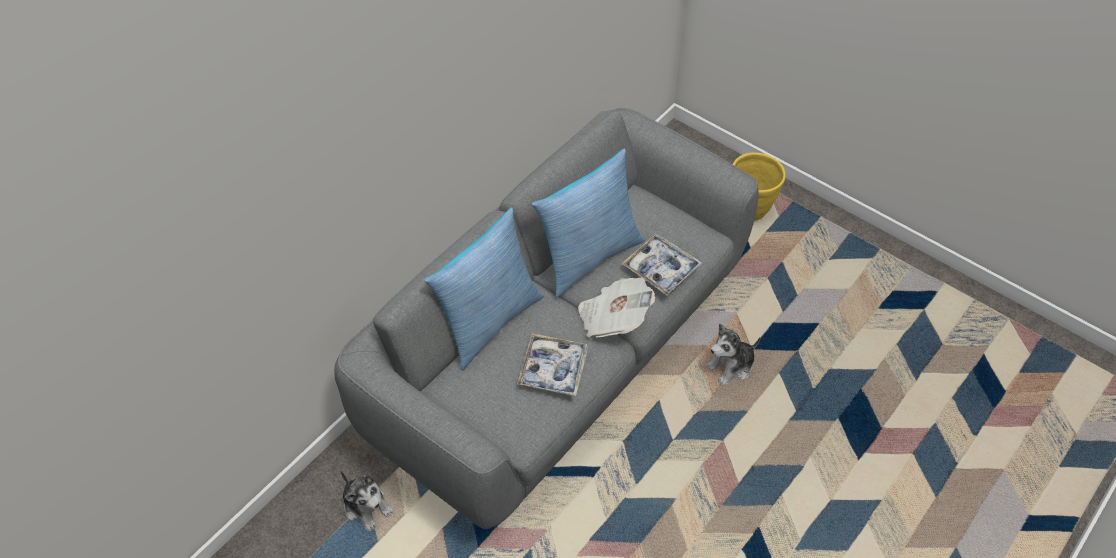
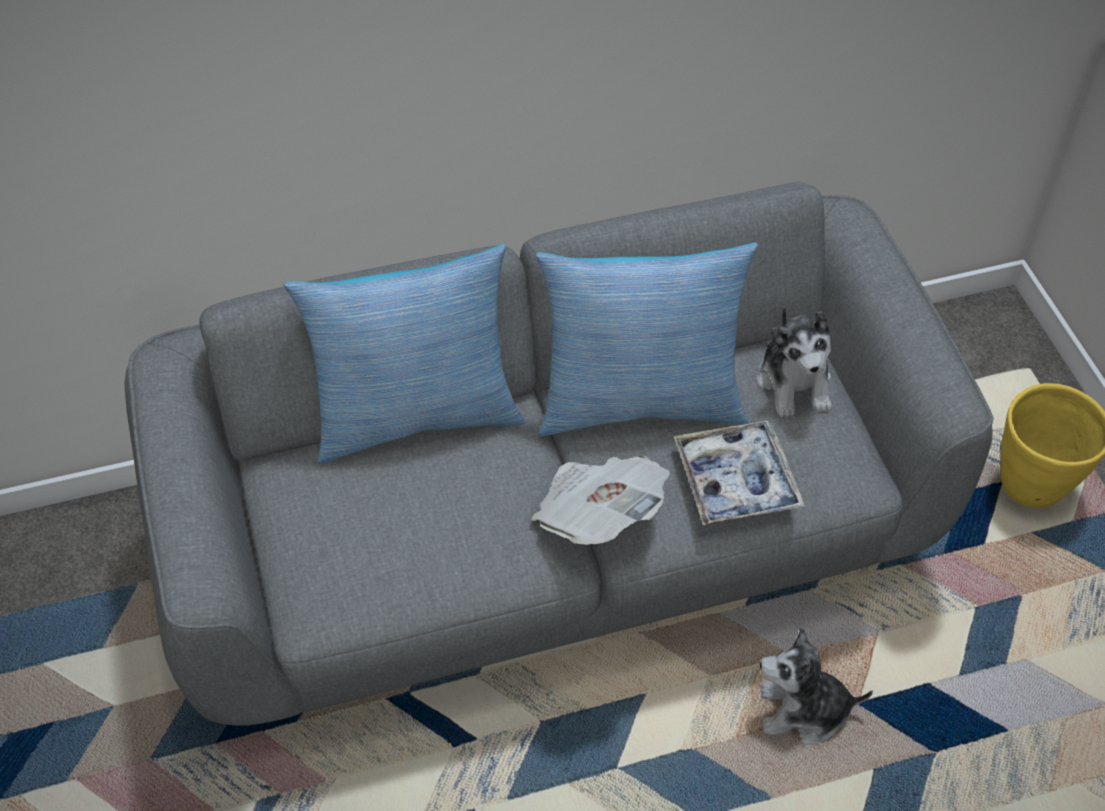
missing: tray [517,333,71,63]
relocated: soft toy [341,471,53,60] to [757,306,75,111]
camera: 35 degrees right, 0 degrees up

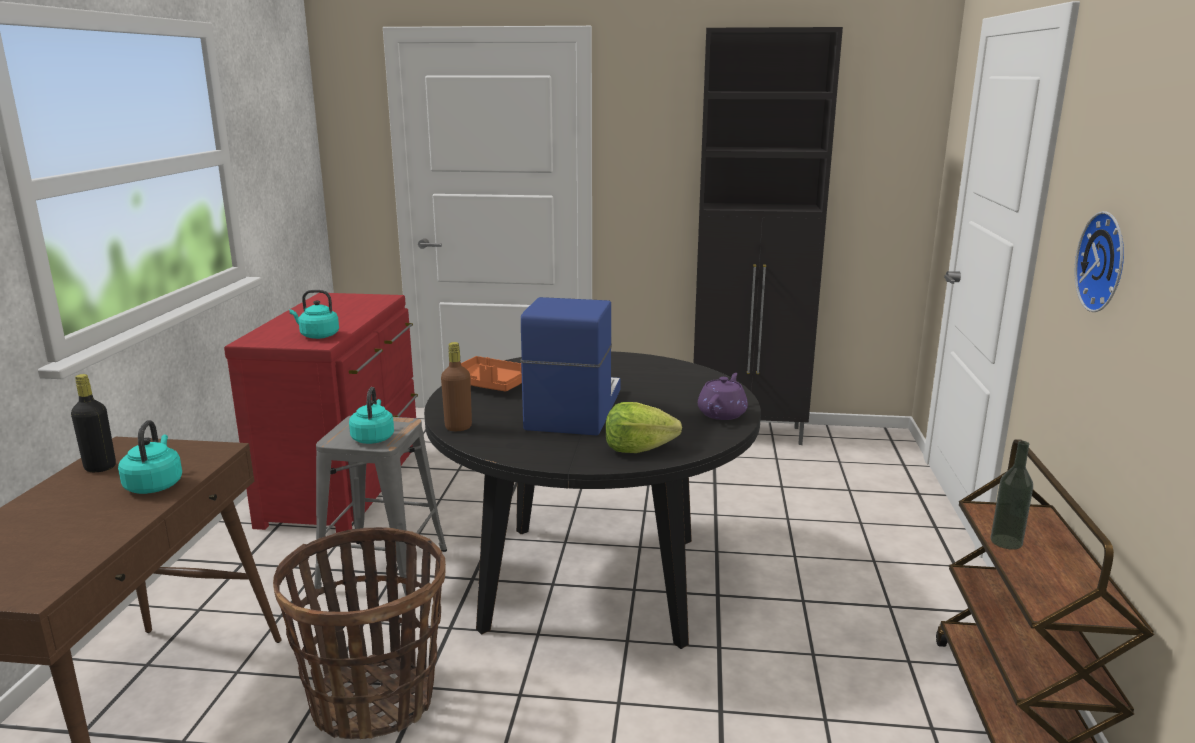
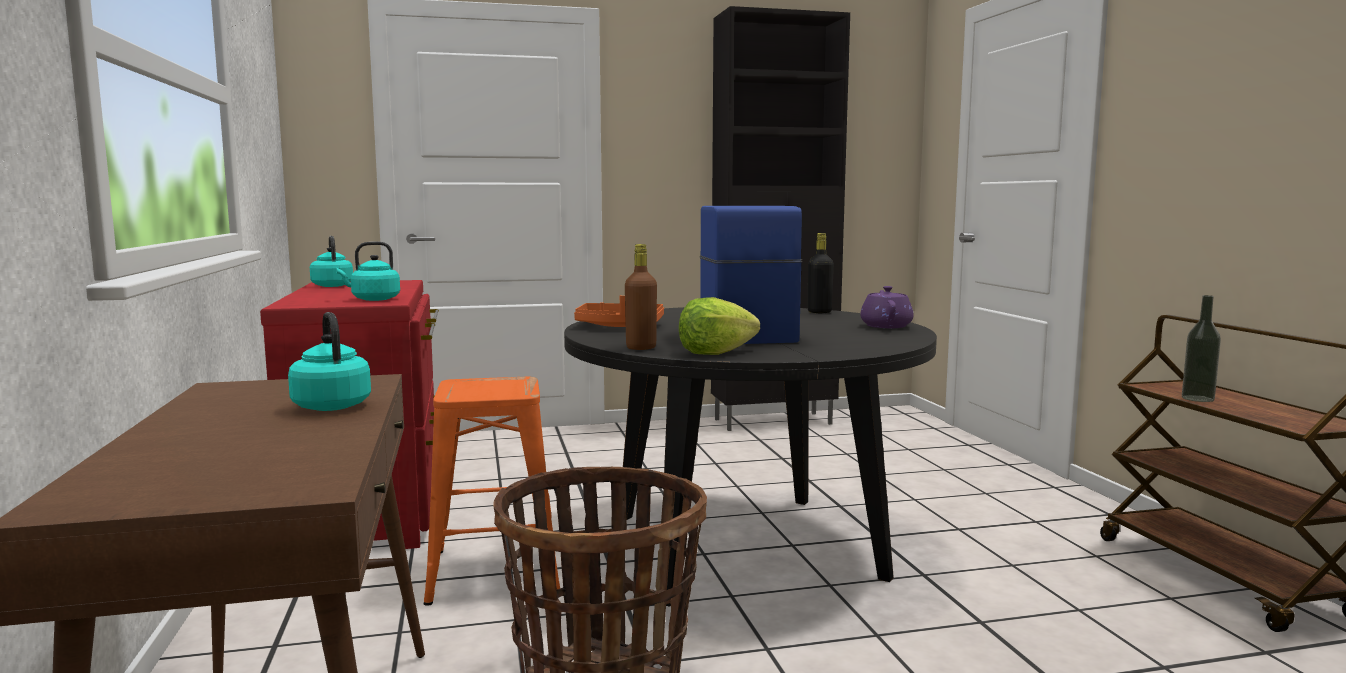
missing: clock on the wall [1075,211,49,101]
relocated: black bottle [71,374,45,98] to [808,233,26,80]; turquoise-coloured kettle [349,387,45,57] to [310,236,43,51]; head of lettuce [606,402,76,51] to [679,297,81,58]
colour: greyish stool [314,415,133,181] to orangey stool [424,377,136,229]
camera: 20 degrees left, 10 degrees down

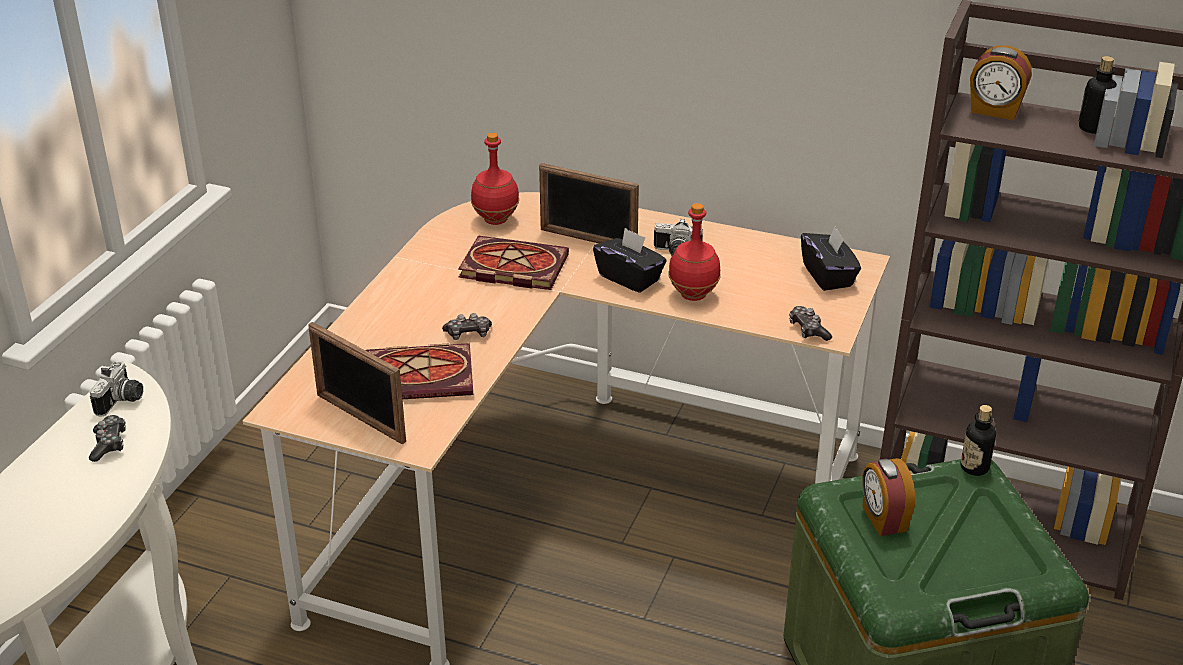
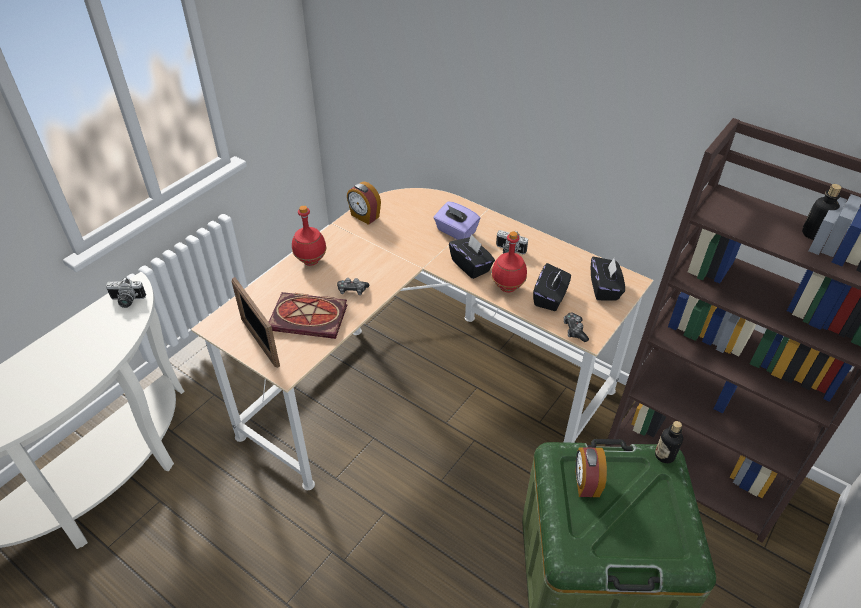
missing: volume [458,236,111,54]; joypad [89,415,37,47]
appeared: black tissue holder [533,263,38,48]
relocated: alarm clock [970,45,62,75] to [347,182,34,43]; red-coloured bottle [471,133,48,92] to [292,205,34,61]
exchanged: standing frame [539,163,100,80] to purplish tissue holder [434,201,46,39]
spun: still camera [90,361,53,56] = [106,277,40,31] 60 degrees clockwise
camera: 15 degrees right, 10 degrees up

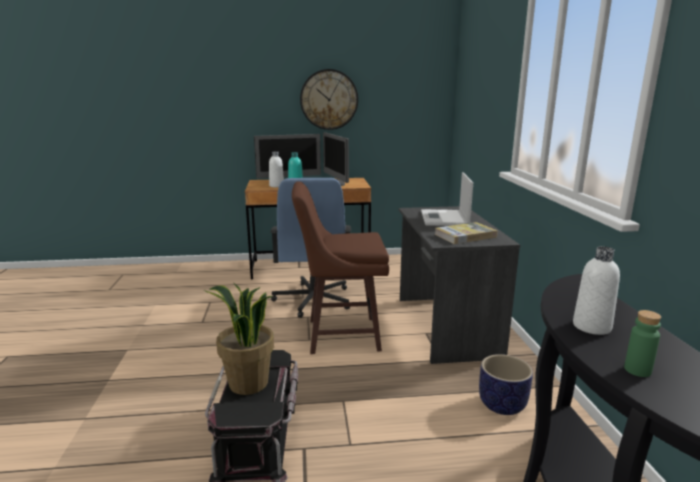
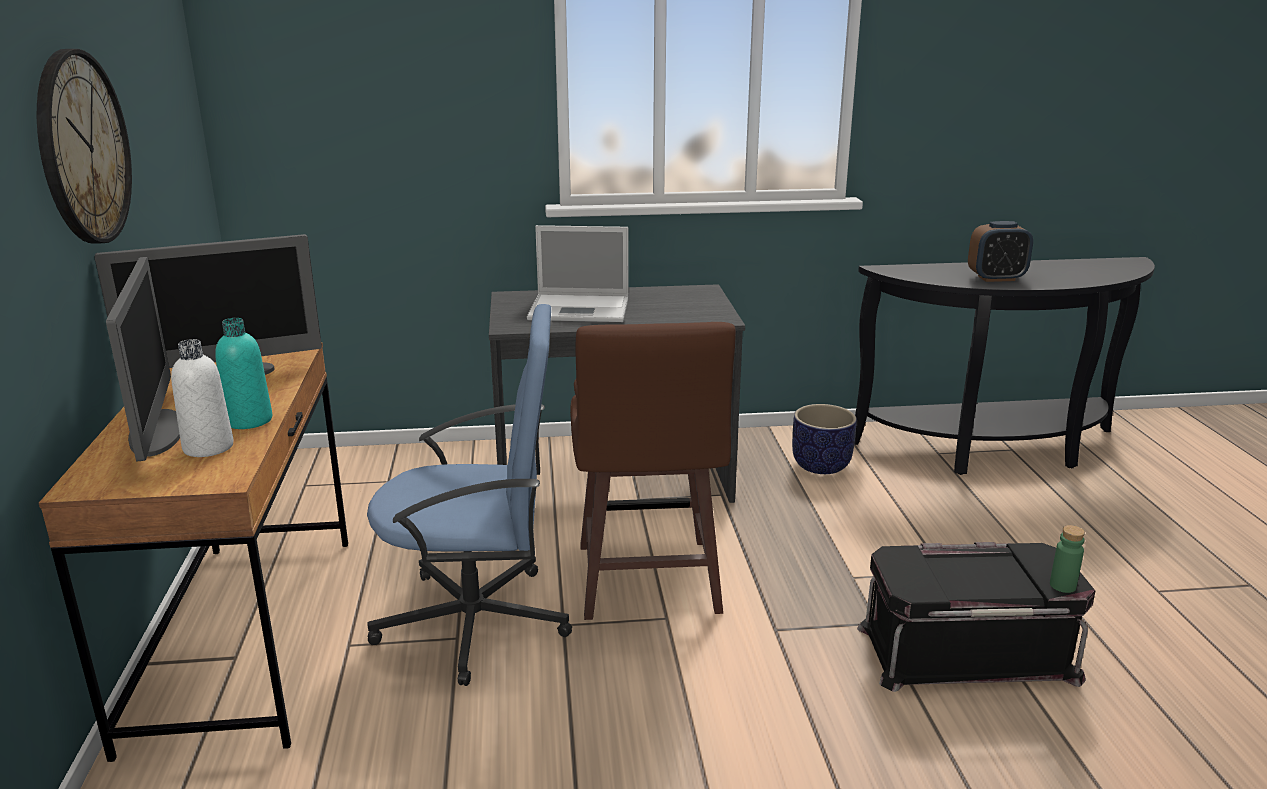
missing: volume [434,222,64,22]; potted plant [203,283,71,112]
relocated: greenish bottle [624,310,37,67] to [1050,525,35,68]
exchanged: white bottle [573,246,47,89] to alarm clock [968,221,65,61]
camera: 90 degrees left, 5 degrees up

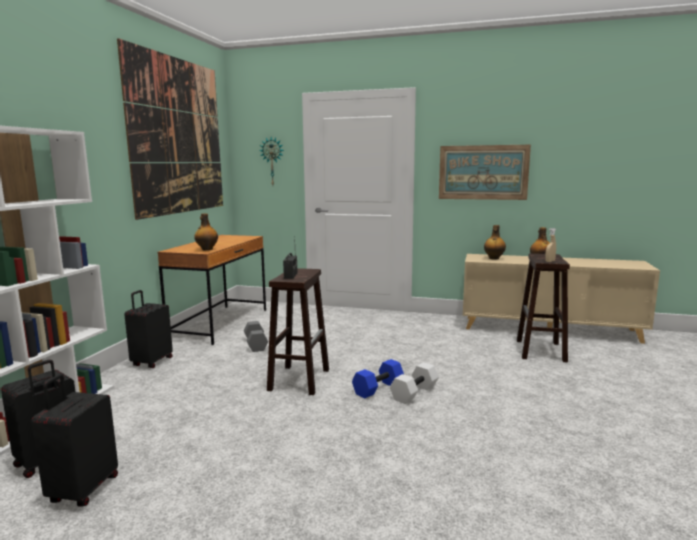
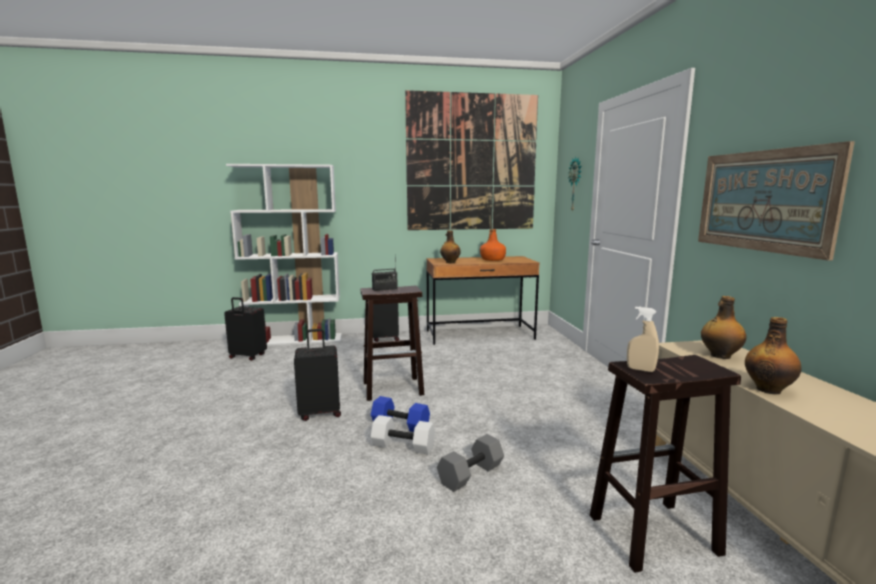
appeared: orangey bottle [480,229,26,32]
relocated: greyish free weight [244,321,24,31] to [437,434,67,58]; black piece of luggage [31,374,87,133] to [294,329,47,92]
camera: 65 degrees right, 0 degrees up

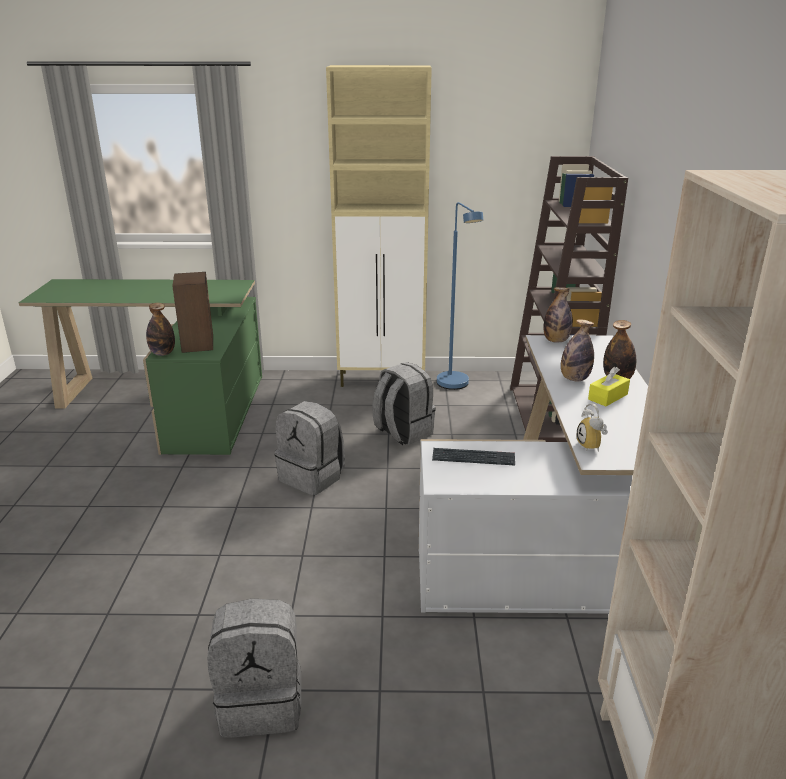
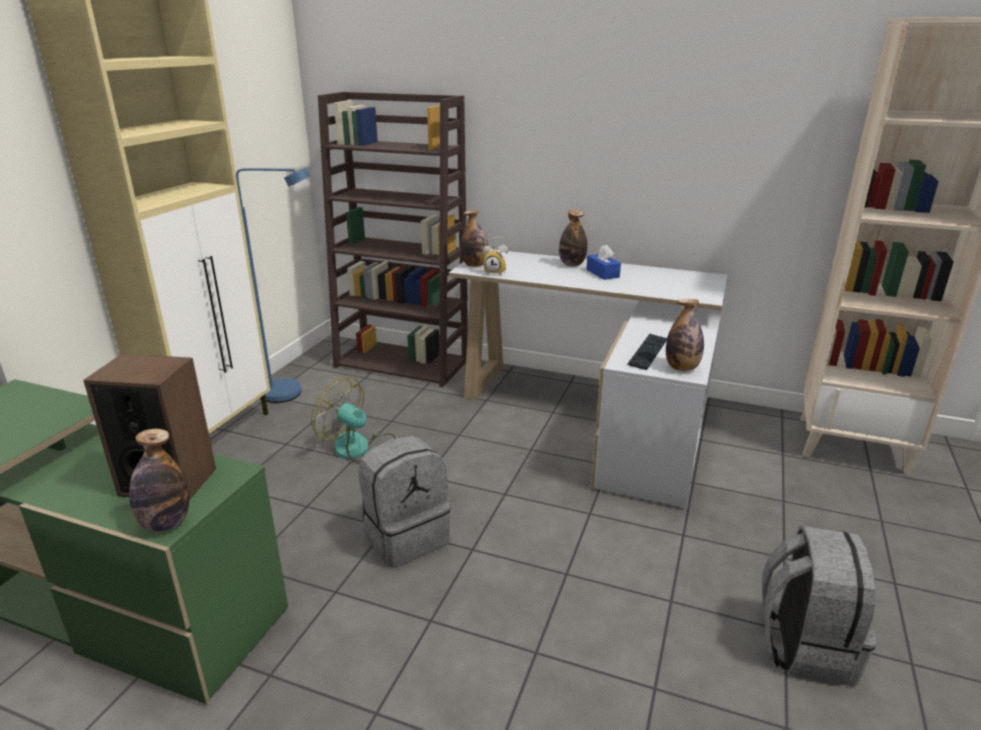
relocated: bottle [561,319,33,62] to [666,299,38,72]; alarm clock [577,404,31,48] to [483,237,25,38]
exchanged: greyish knapsack [372,362,64,83] to cooling fan [311,378,85,87]
colour: yellow tissue holder [588,367,42,39] to blue tissue holder [586,245,35,35]
camera: 70 degrees left, 0 degrees up

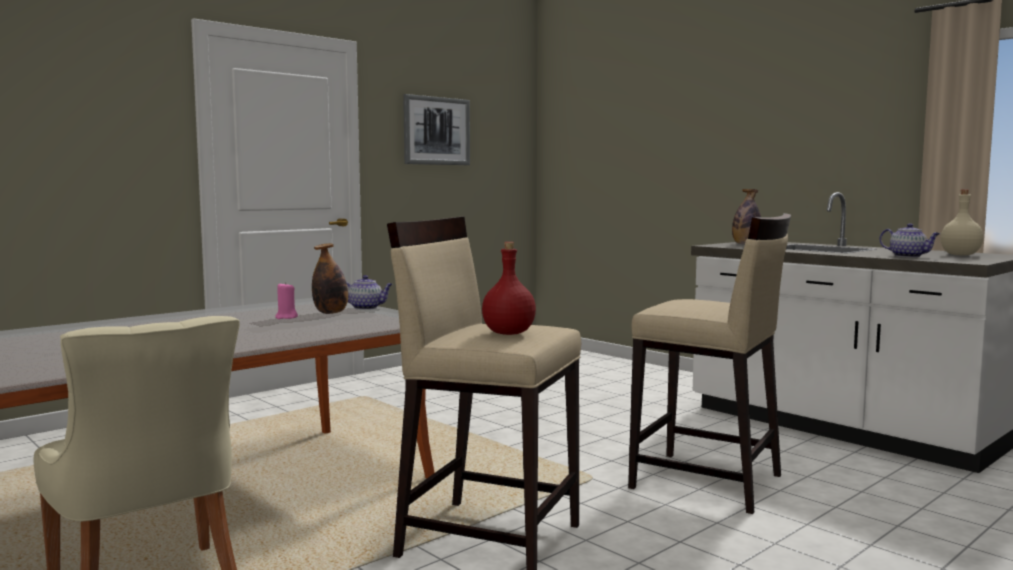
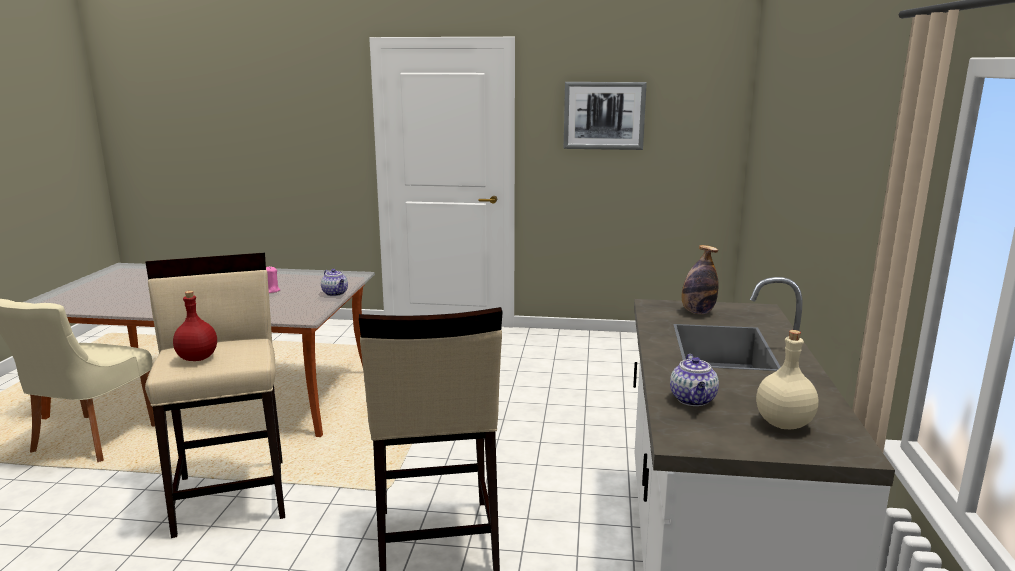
missing: bottle [312,243,36,71]
camera: 50 degrees right, 10 degrees up

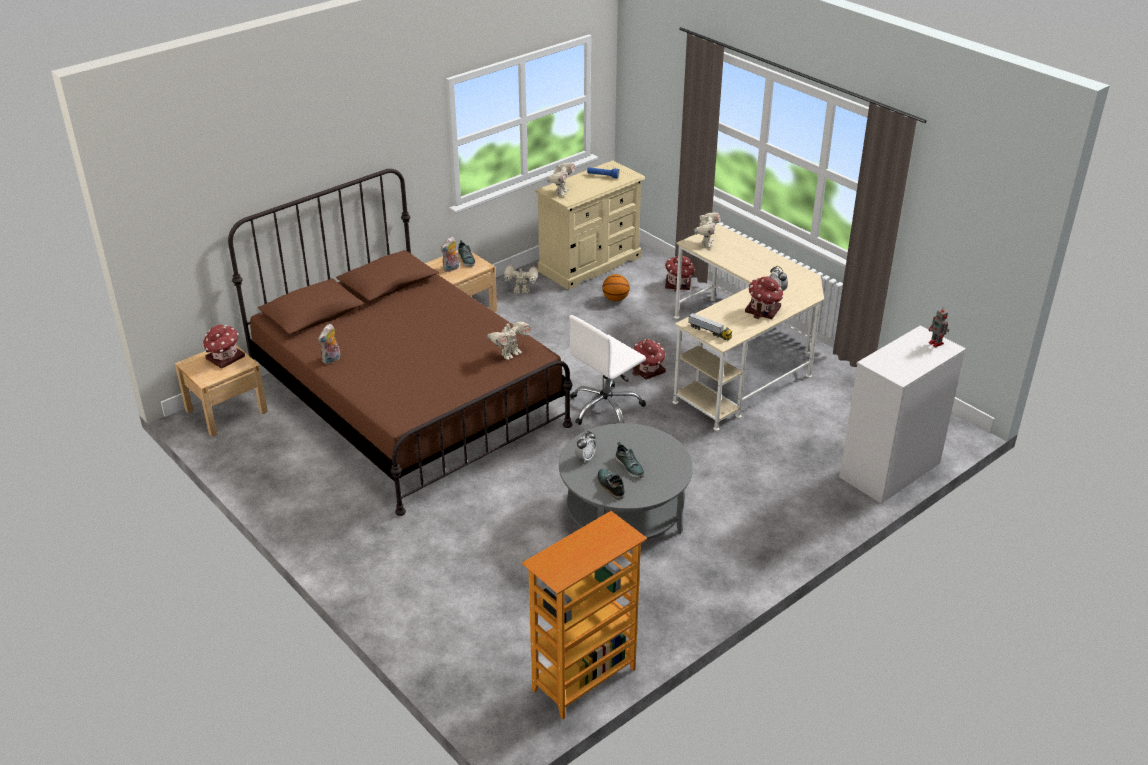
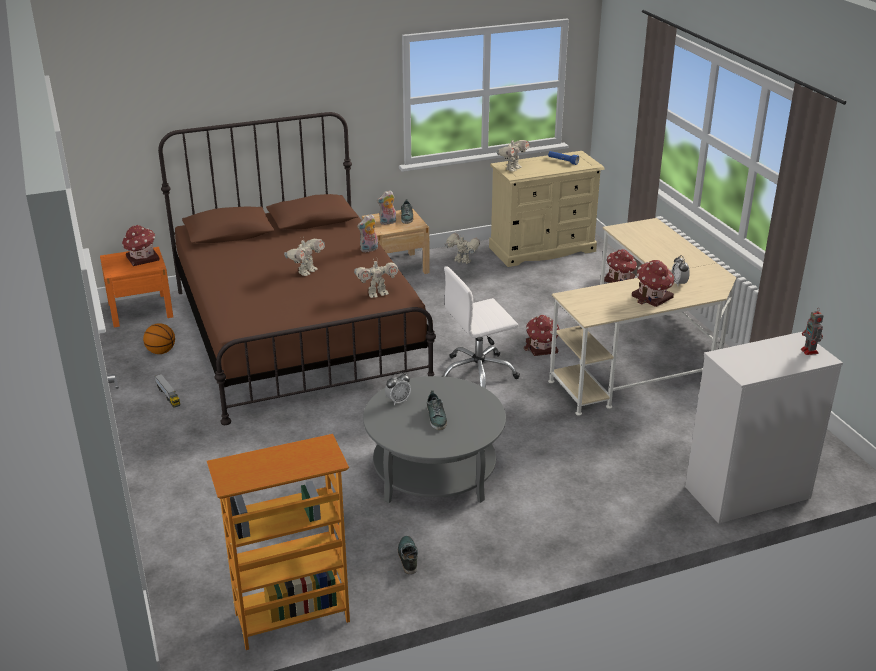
relocated: robot figure [694,212,27,36] to [284,237,41,39]; ball for basketball [602,274,28,28] to [143,323,32,31]; toy lorry [688,313,44,27] to [155,374,25,34]; soft toy [318,324,22,40] to [357,214,21,38]; shoe [597,469,28,30] to [398,536,20,38]
colour: sand-coloured nightstand [175,345,93,91] to orangey nightstand [100,247,73,80]
camera: 20 degrees right, 5 degrees down

